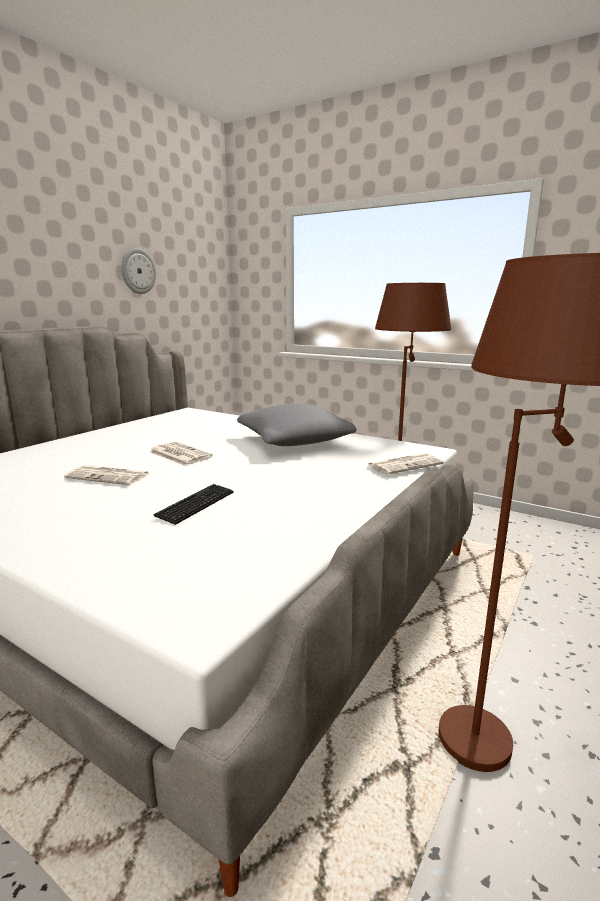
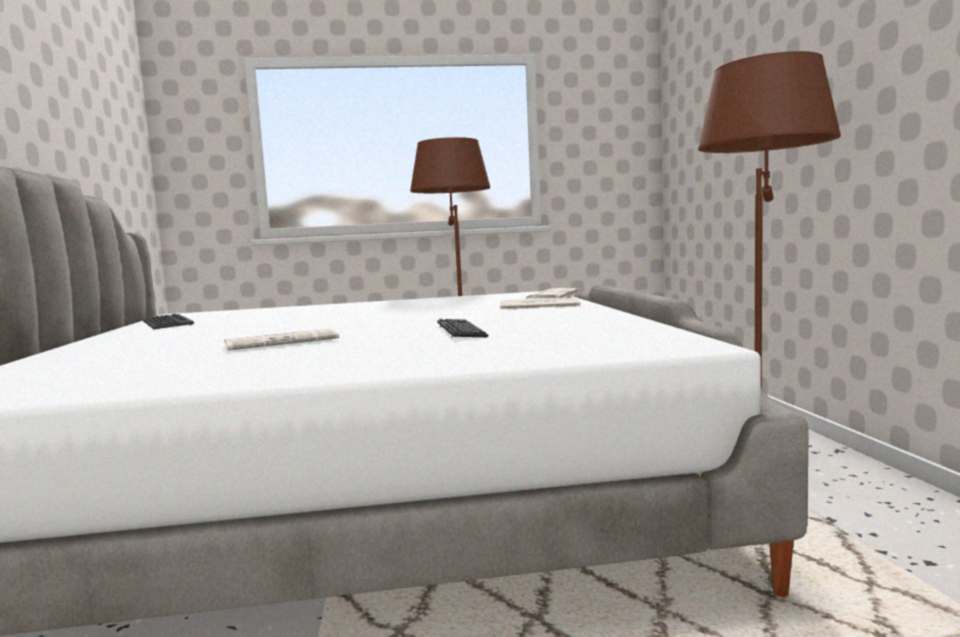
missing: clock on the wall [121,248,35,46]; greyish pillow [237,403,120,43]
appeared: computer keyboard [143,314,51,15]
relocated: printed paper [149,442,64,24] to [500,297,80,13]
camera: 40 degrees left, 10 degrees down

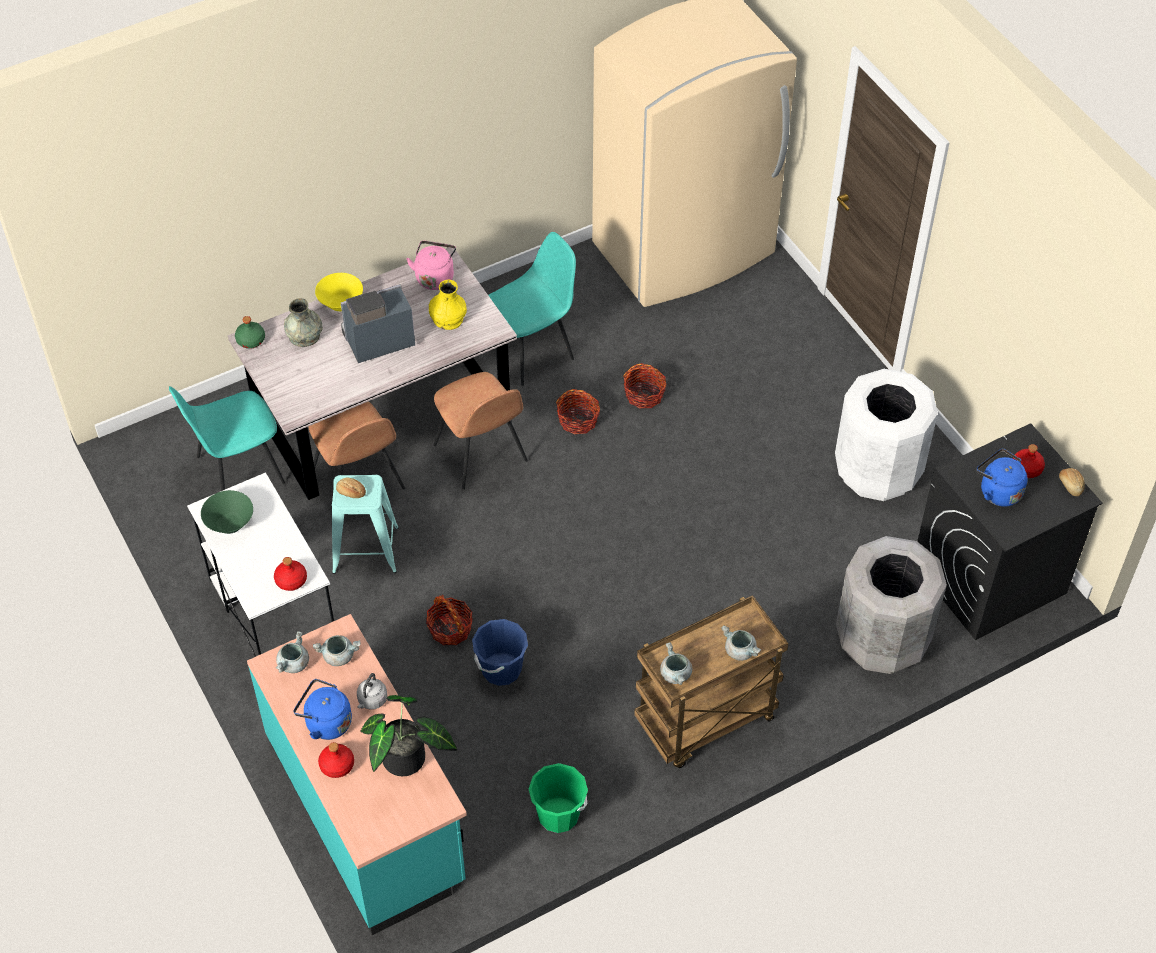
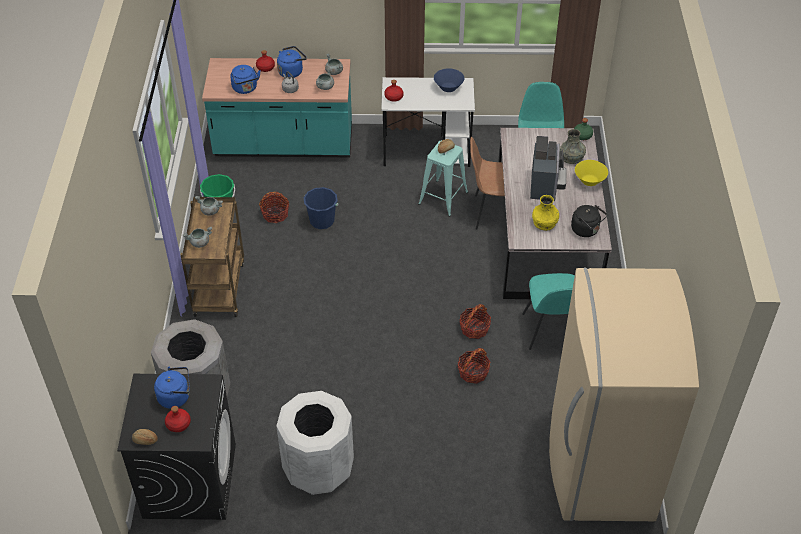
missing: brownish upright chair [434,372,94,117]
relocated: basket [426,595,47,50] to [259,192,30,31]
exchanged: potted plant [361,695,96,81] to blue kettle [230,65,31,29]
colour: pinkish kettle [406,241,50,49] to black kettle [571,205,36,32]; greenish bowl [201,490,52,44] to blue bowl [434,68,30,24]
camera: 120 degrees right, 5 degrees down

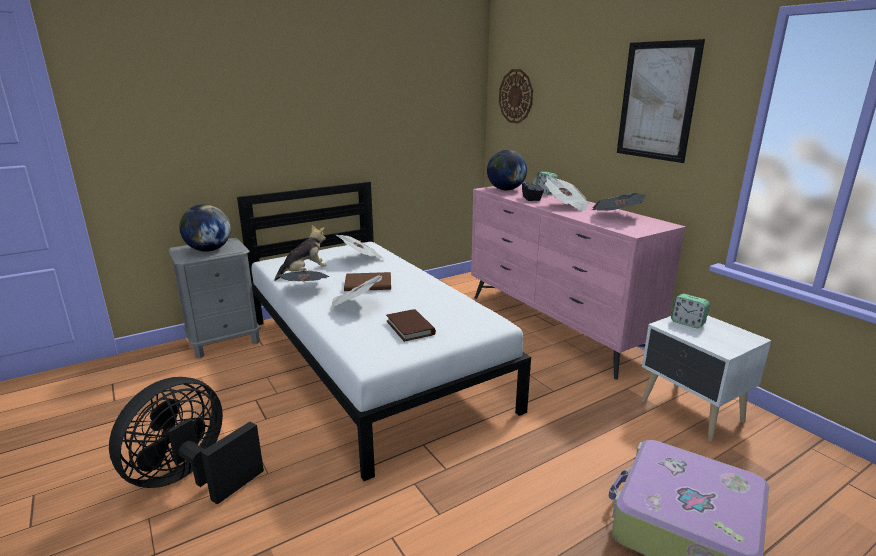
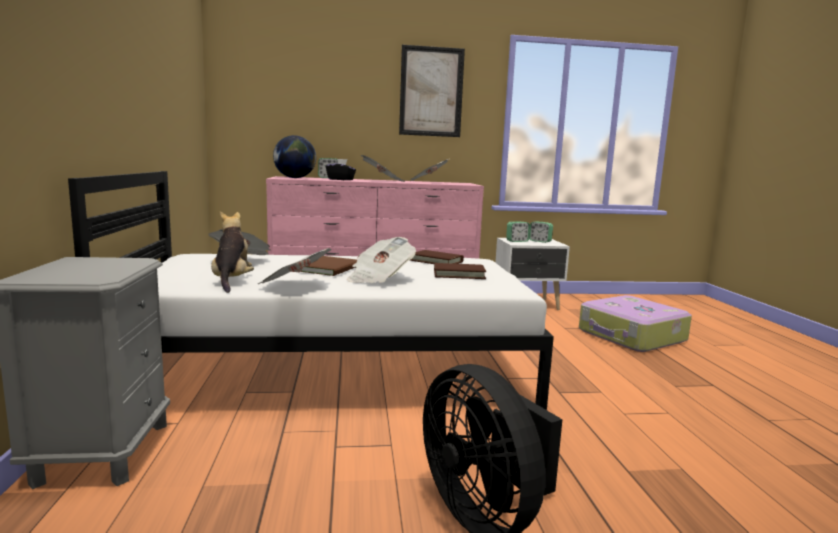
missing: clock on the wall [499,69,34,55]; globe [179,204,52,48]
appeared: alarm clock [529,222,24,21]; brownish volume [410,250,54,14]
camera: 65 degrees left, 10 degrees down

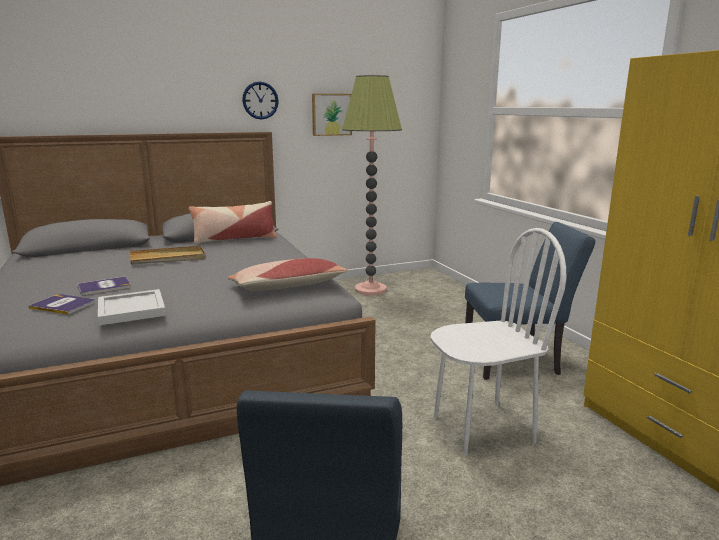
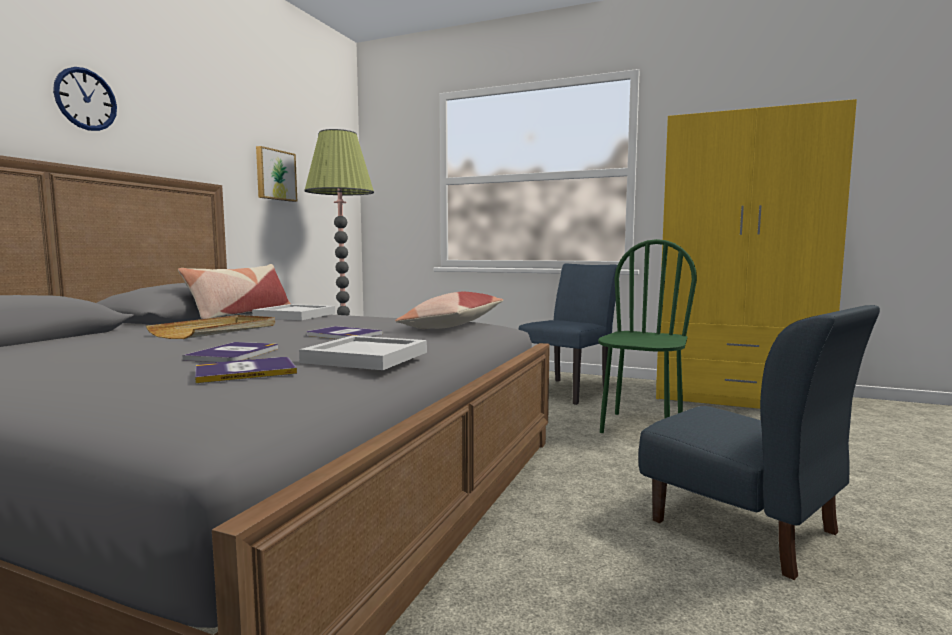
appeared: white tray [252,304,83,16]; volume [307,326,75,13]
relocated: clock on the wall [242,81,37,39] to [53,67,64,64]
colour: white upright chair [430,228,136,228] to greenish upright chair [598,239,99,194]
camera: 45 degrees left, 10 degrees down

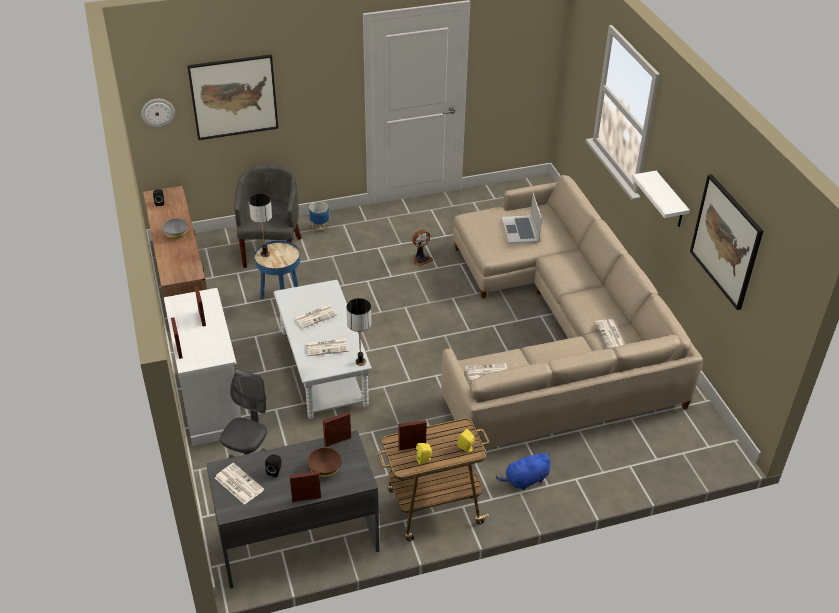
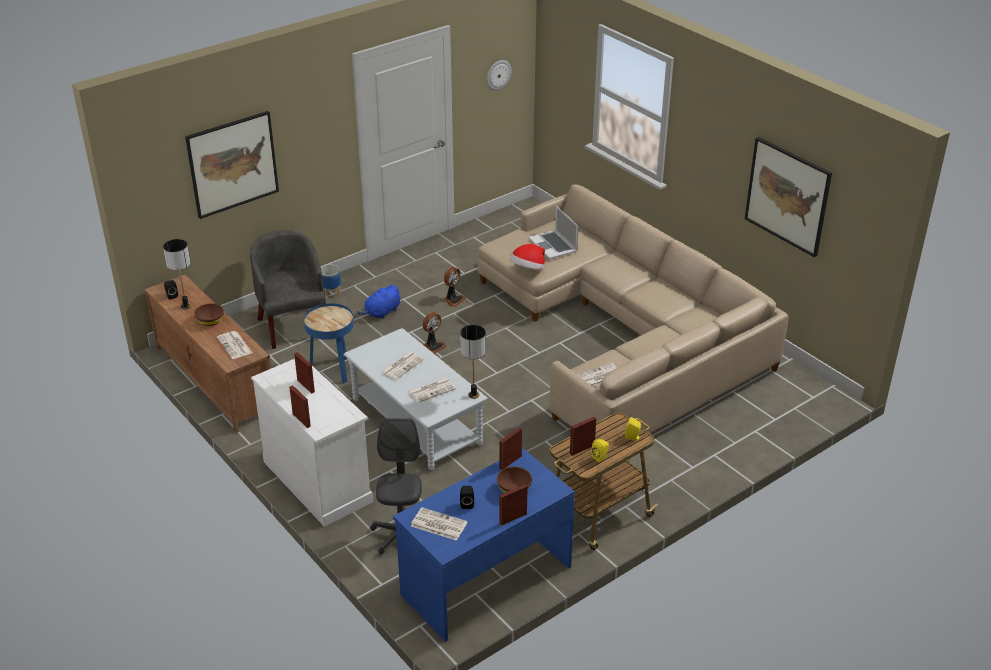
missing: white bracket shelf [632,171,58,56]
appeared: wearable hat [510,244,35,26]; cooling fan [422,312,25,42]
relocated: clock on the wall [141,99,34,28] to [487,60,24,30]; table lamp [249,193,23,64] to [163,239,28,71]; printed paper [595,319,30,30] to [217,331,35,28]; blue soft toy [496,453,54,37] to [357,284,43,35]
colour: greyish bowl [162,218,26,21] to brownish bowl [194,303,30,23]; greyish desk unit [206,430,173,158] to blue desk unit [393,448,182,194]
camera: 20 degrees left, 5 degrees down

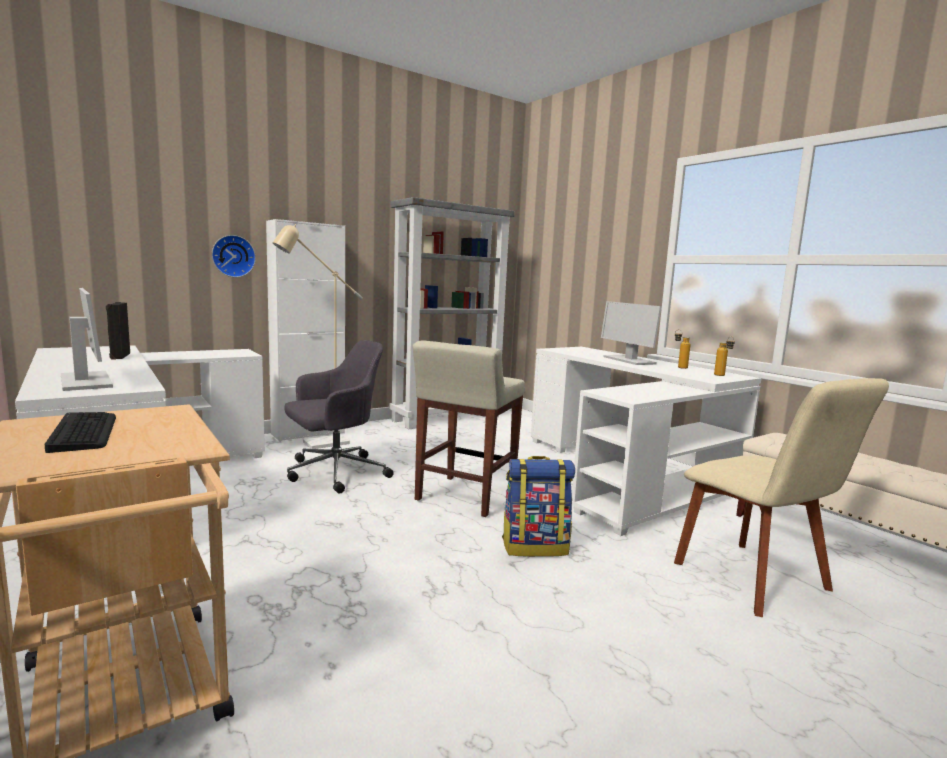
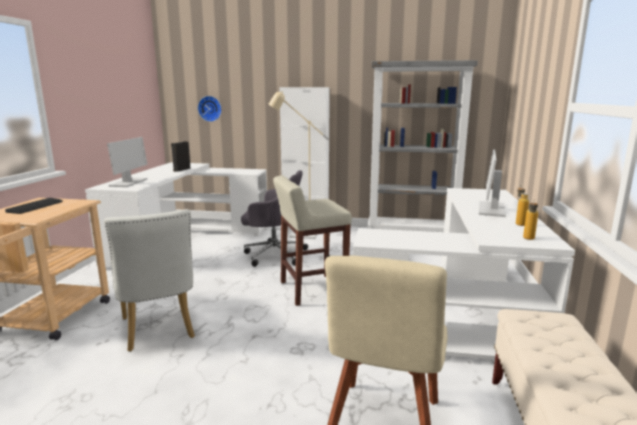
missing: knapsack [502,456,73,101]
appeared: white upright chair [104,209,91,143]
relocated: clock on the wall [212,235,44,42] to [198,96,24,26]
camera: 45 degrees right, 5 degrees up

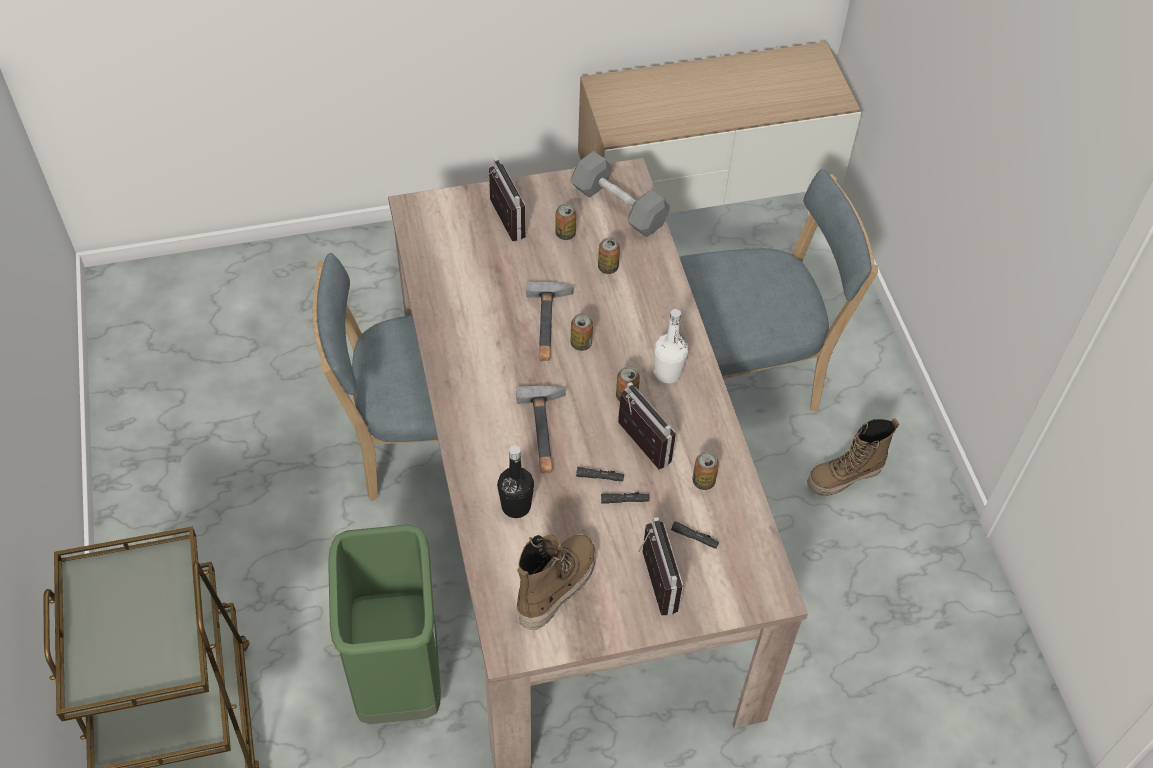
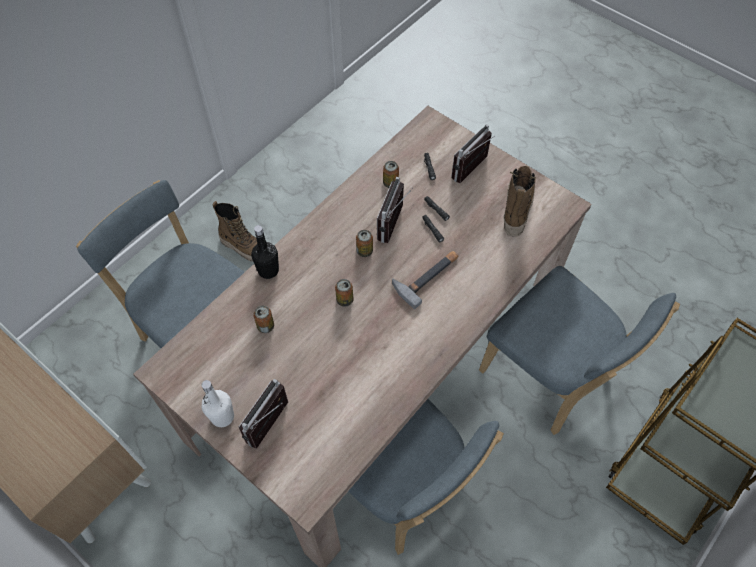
missing: greyish free weight [570,151,100,86]; can [555,204,21,36]; hand hammer [526,281,47,80]
relocated: white bottle [654,309,34,74] to [202,380,32,47]; black bottle [497,445,37,73] to [251,225,28,54]
exchanged: greenish rubbish bin [328,525,113,199] to blue upright chair [479,266,201,169]
spun: tall boot [516,534,80,96] = [504,166,32,71] 105 degrees clockwise
camera: 125 degrees left, 5 degrees up

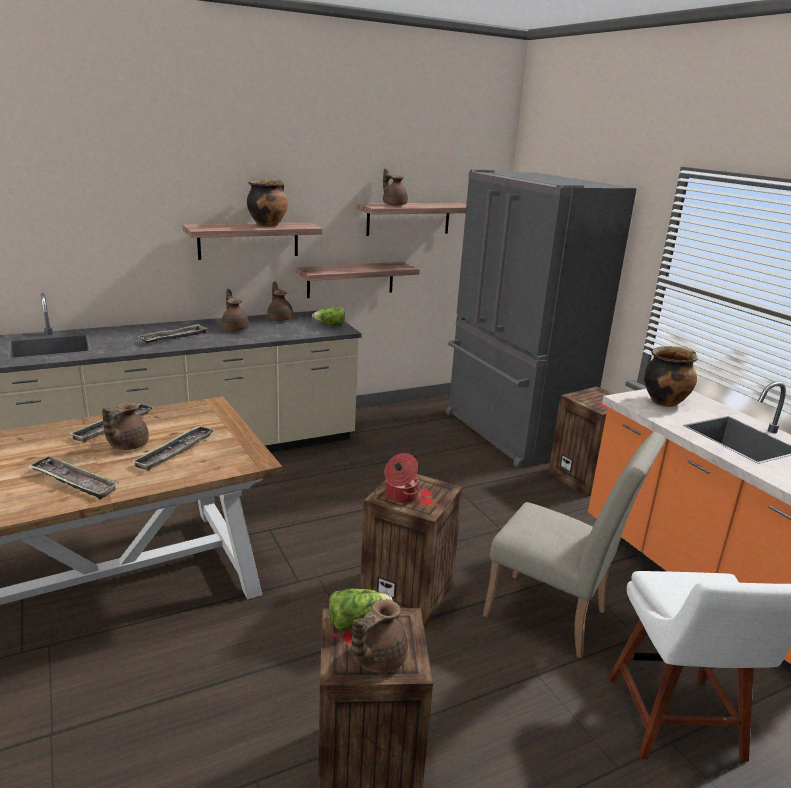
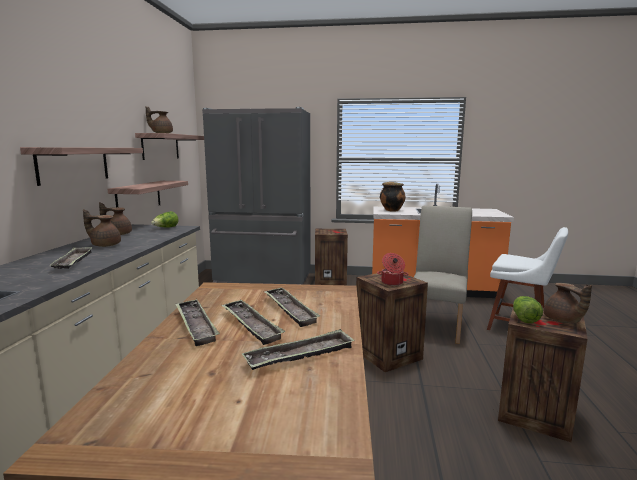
missing: stockpot [247,179,41,48]
exchanged: brownish pot for tea [102,402,47,48] to tray [221,300,64,45]
spun: sand-coloured upright chair [483,432,183,227] = [414,205,58,139] 45 degrees counterclockwise
camera: 55 degrees left, 10 degrees down

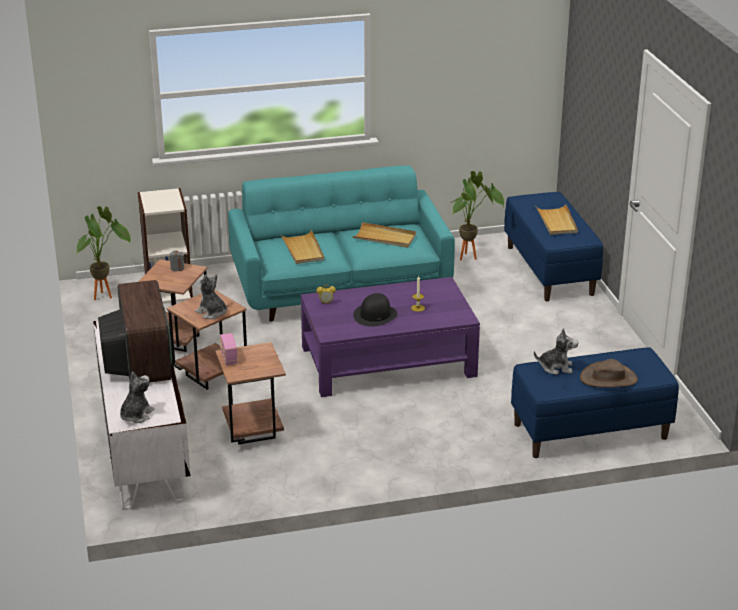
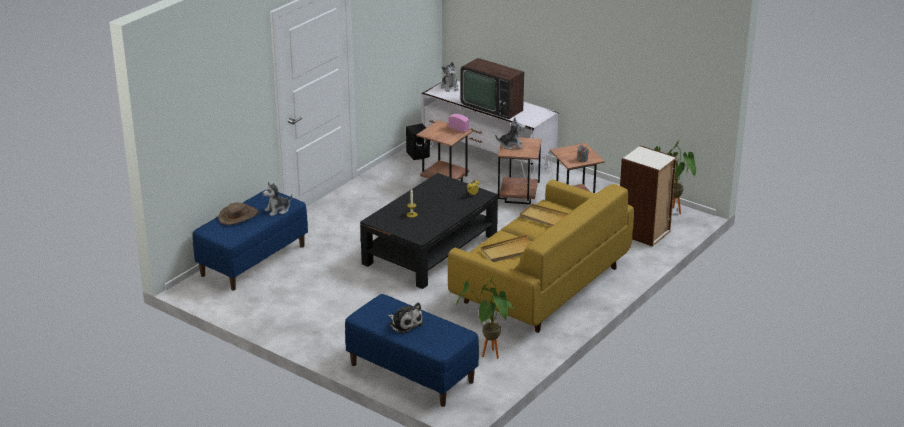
missing: black wearable hat [353,293,45,34]
appeared: black loudspeaker [406,123,24,37]
exchanged: sand-coloured tray [536,204,42,31] to soft toy [388,302,36,32]
colour: turquoise-coloured settee [228,165,227,157] to yellow settee [448,179,186,154]; purplish low table [301,277,179,120] to black low table [360,173,138,116]
camera: 140 degrees right, 0 degrees up

